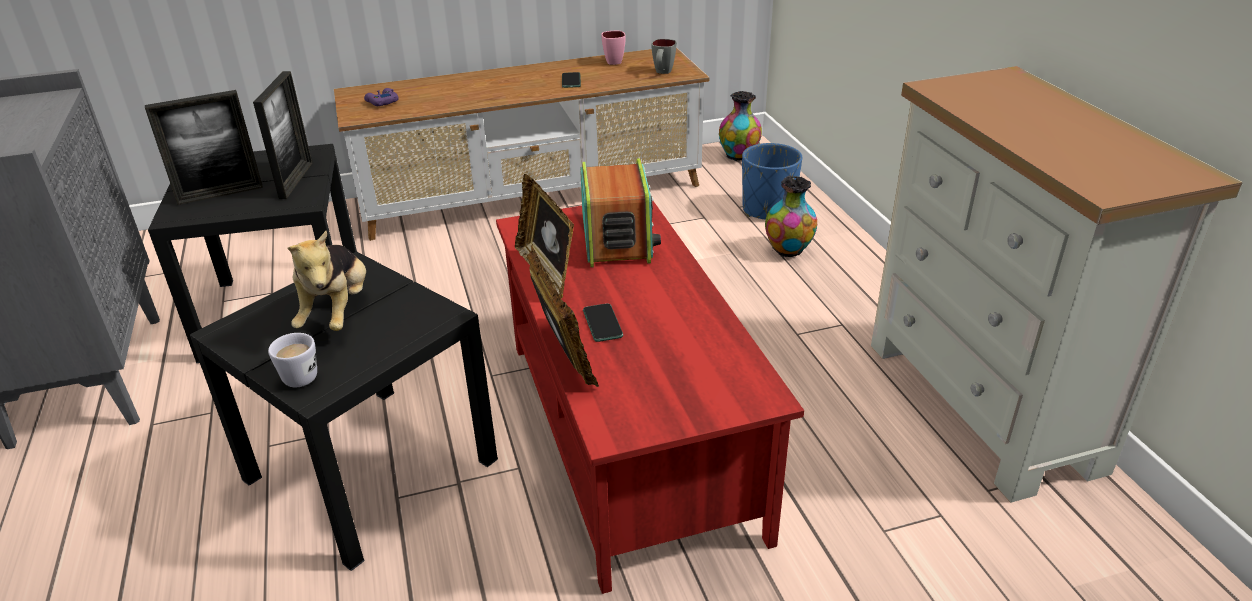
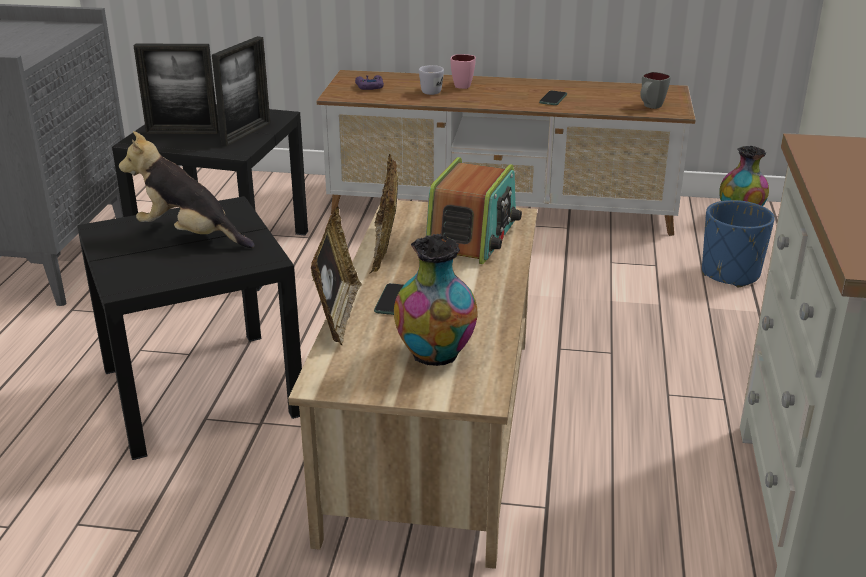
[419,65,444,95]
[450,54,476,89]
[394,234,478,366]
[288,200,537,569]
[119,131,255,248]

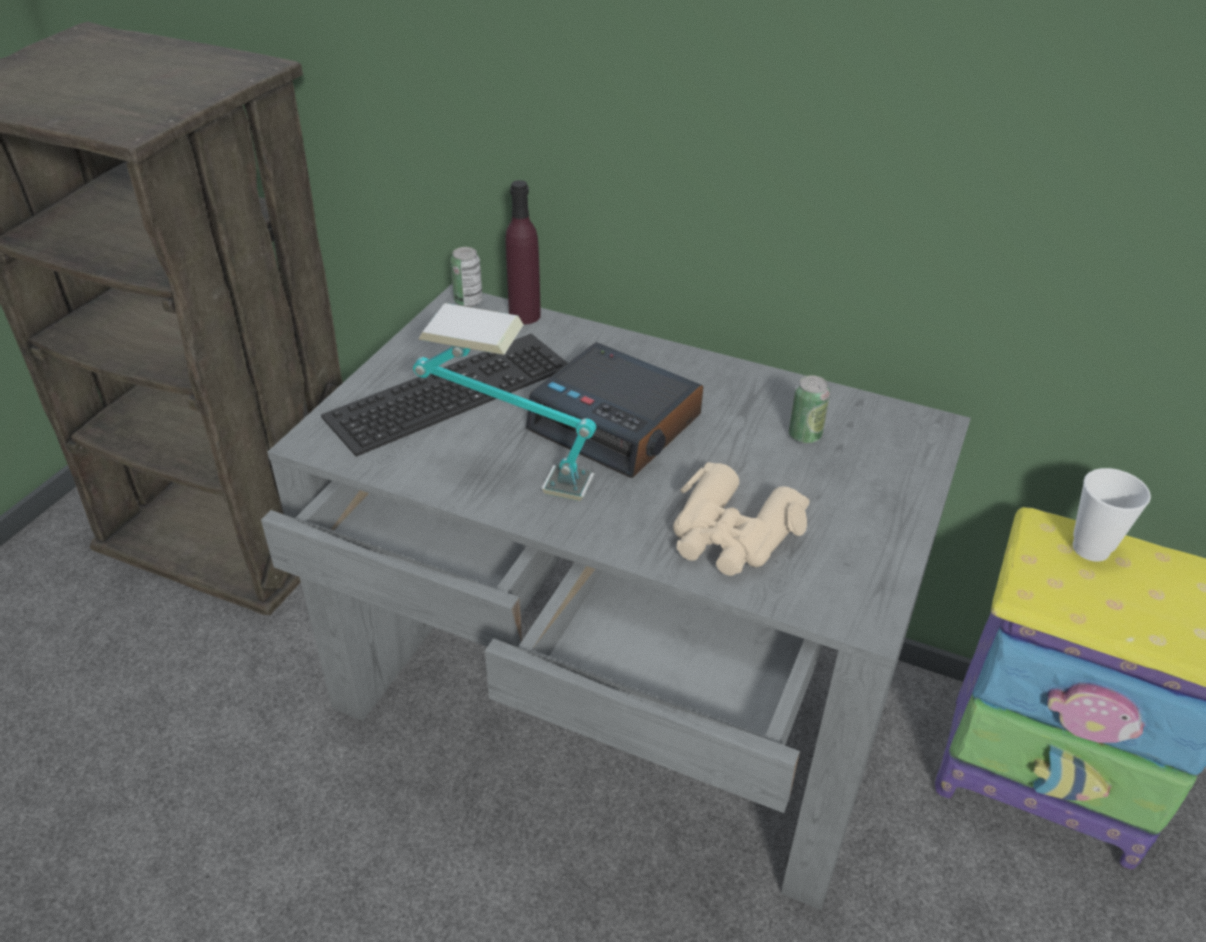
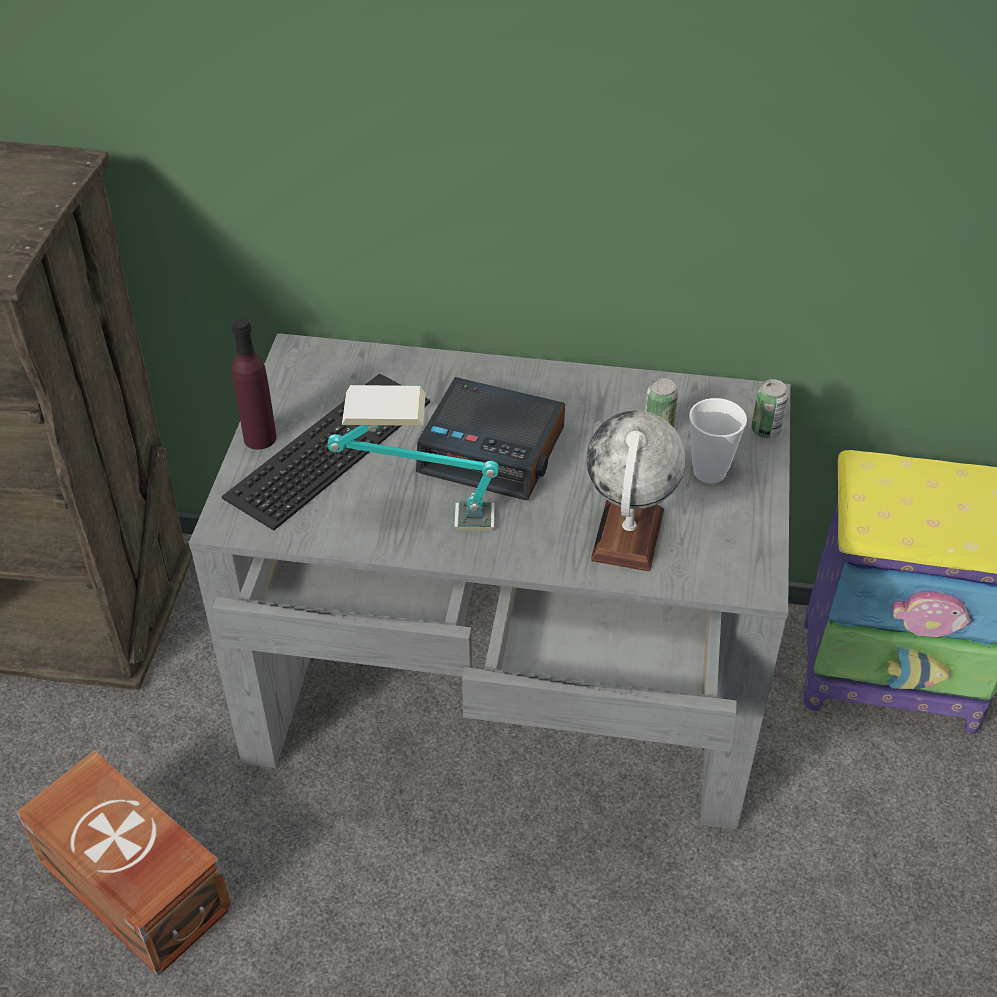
[17,750,232,976]
[751,379,788,438]
[232,318,276,450]
[689,398,747,483]
[586,410,686,571]

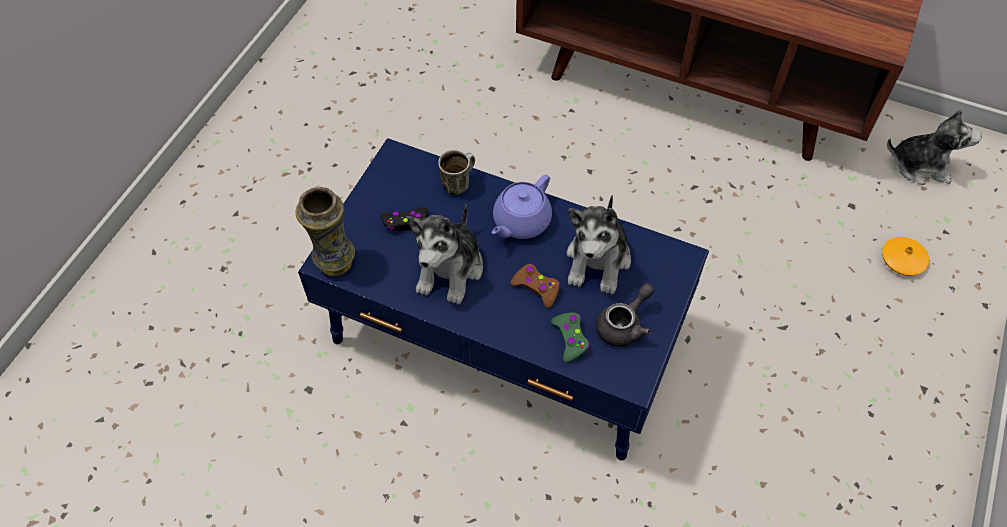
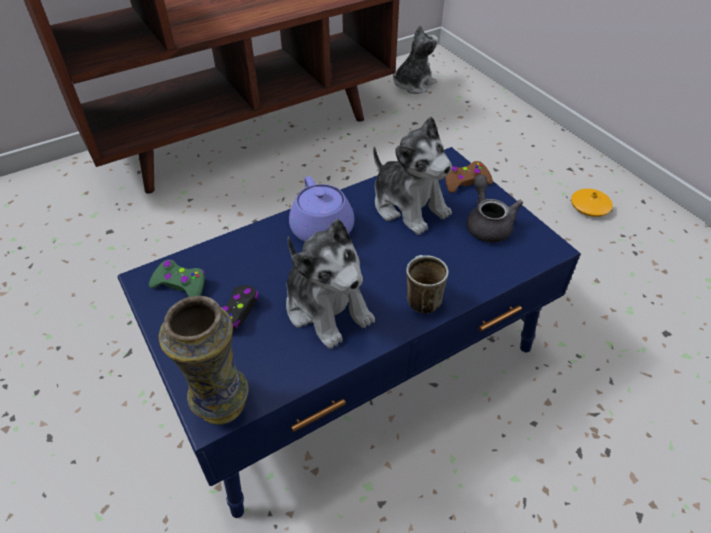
[406,255,449,314]
[445,161,493,193]
[149,259,205,297]
[571,188,613,217]

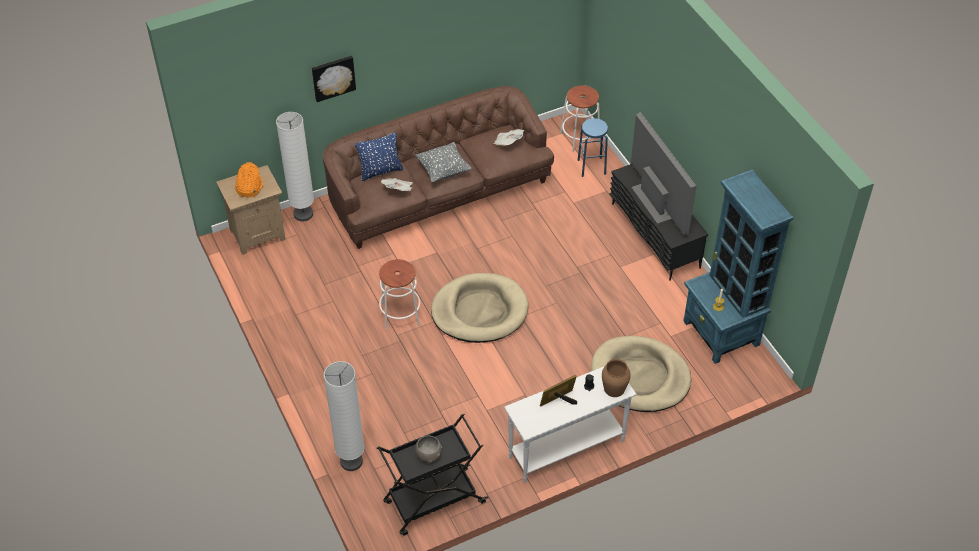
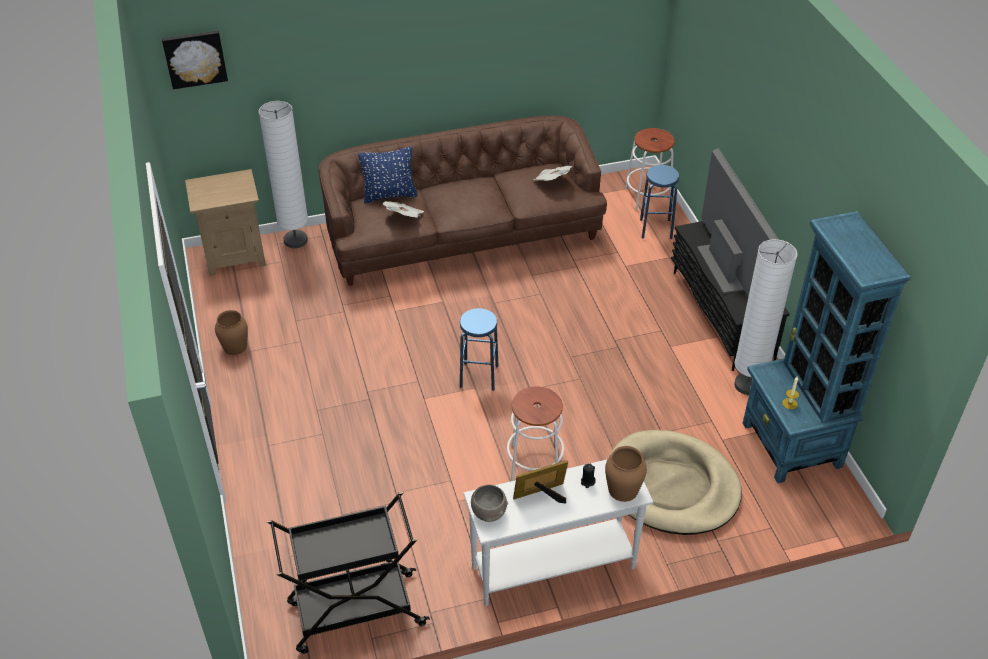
[235,162,263,197] (first image)
[415,142,472,182] (first image)
[215,310,248,355]
[162,31,228,89]
[734,239,797,395]
[507,387,564,481]
[471,485,508,522]
[460,308,499,391]

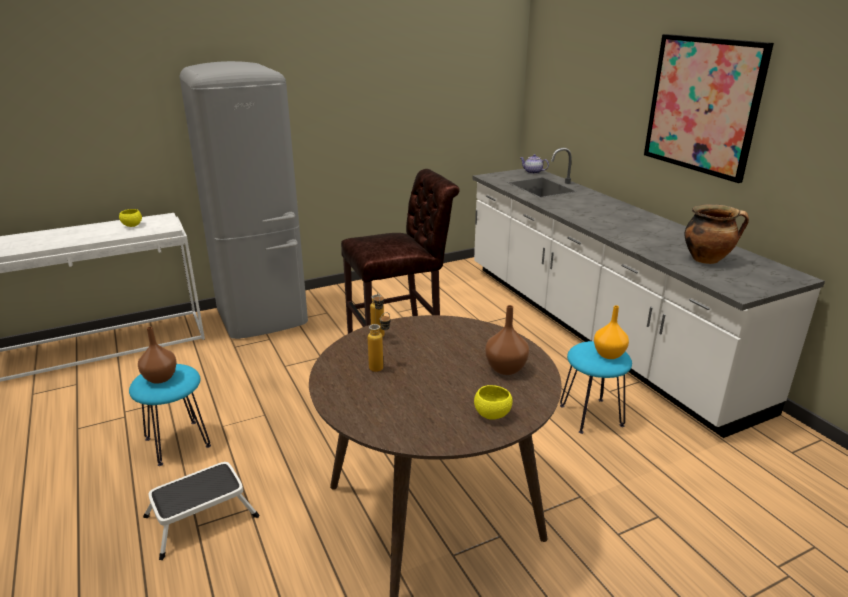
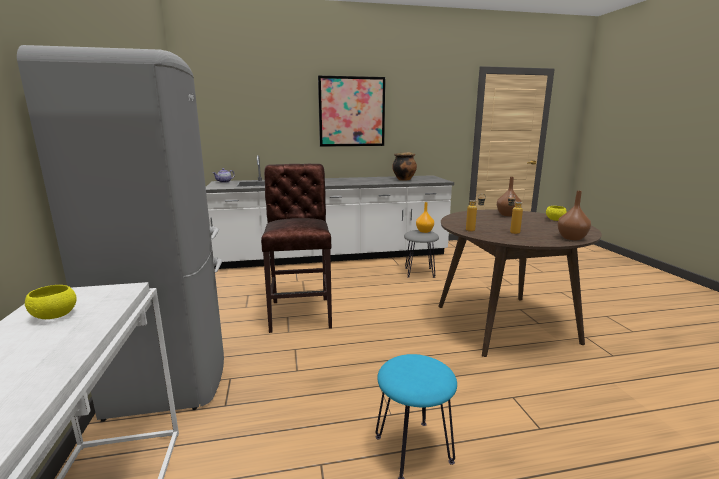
[143,462,260,560] (first image)
[557,191,591,240]
[404,230,439,278]

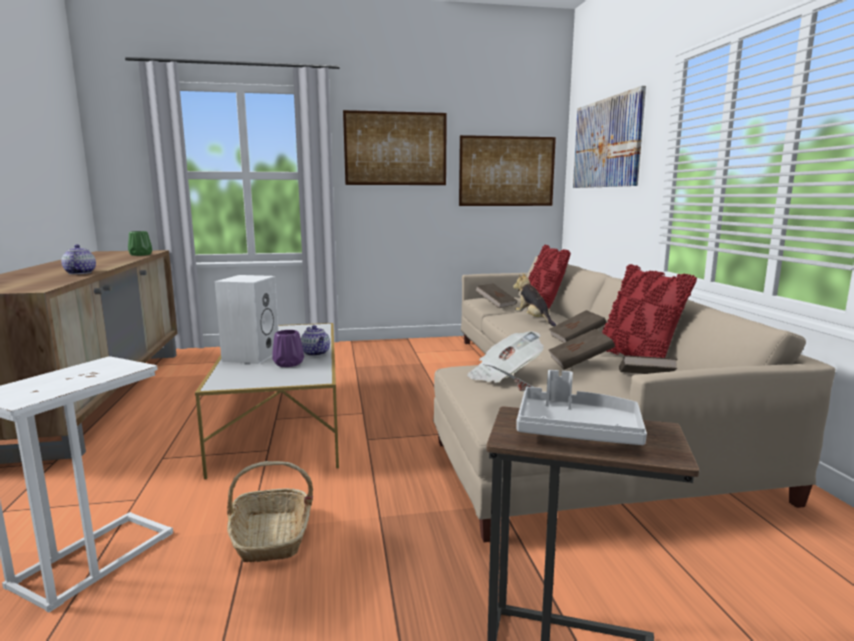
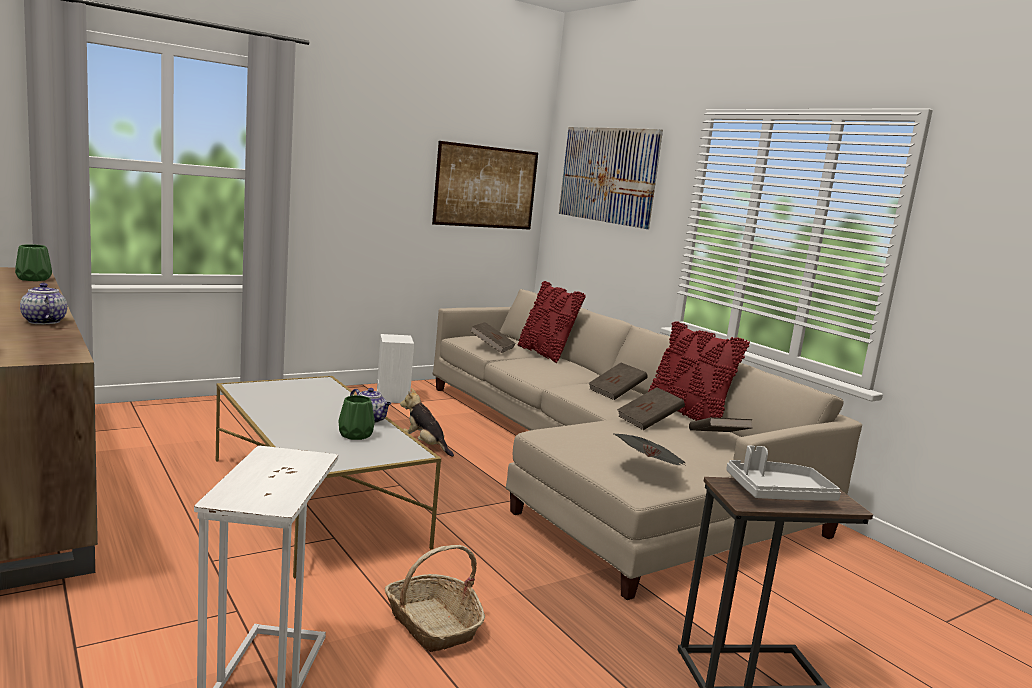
[343,110,447,185] (first image)
[467,331,544,383] (first image)
[377,334,414,403]
[400,388,454,457]
[338,395,375,440]

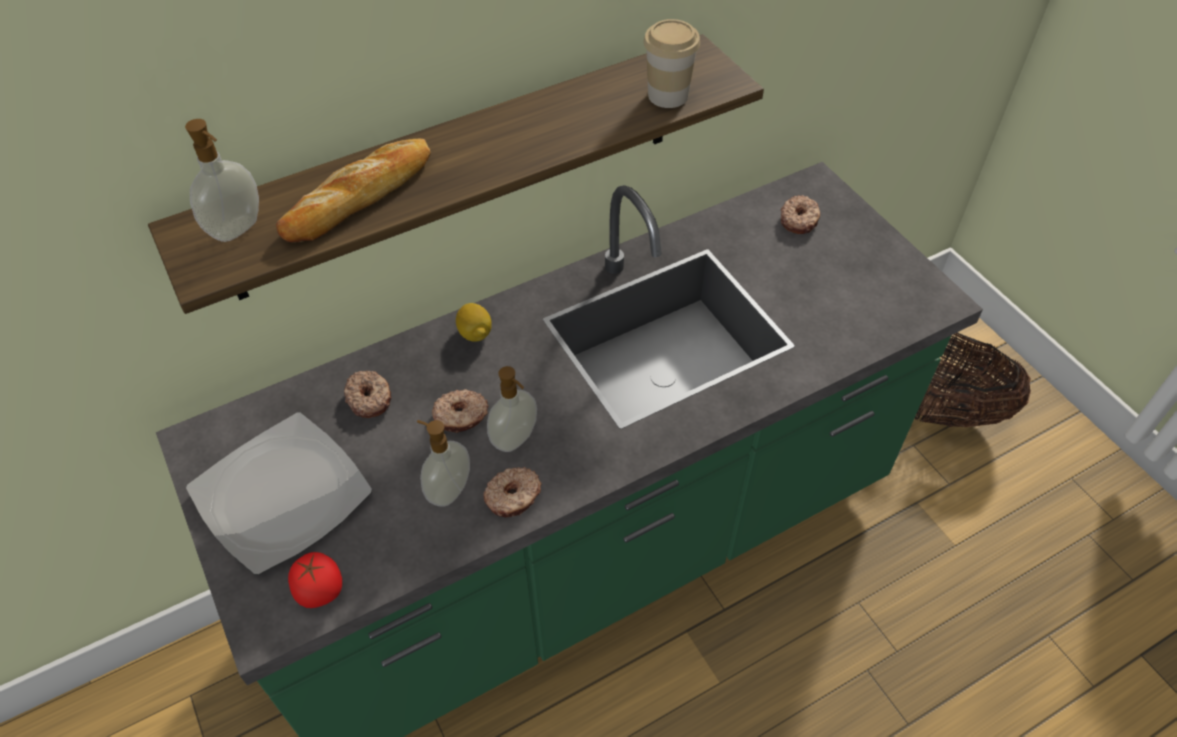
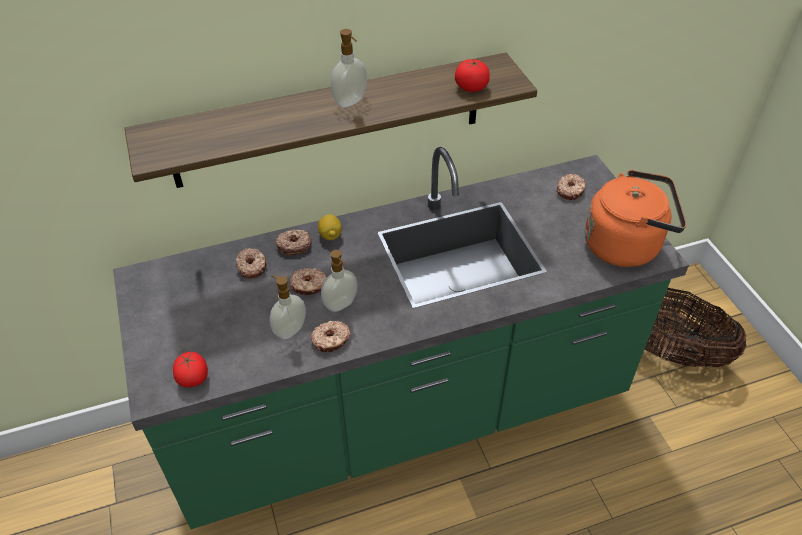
[186,413,372,575] (first image)
[276,139,431,242] (first image)
[275,229,311,255]
[585,170,686,267]
[331,29,367,107]
[455,59,490,92]

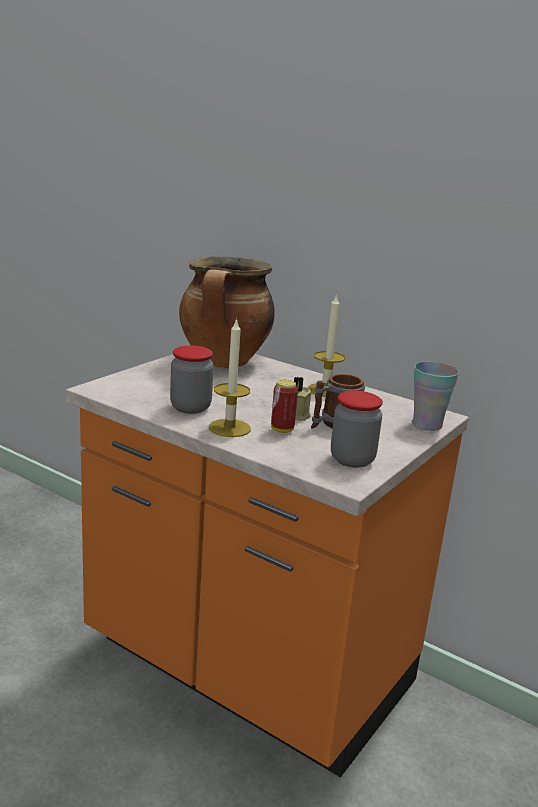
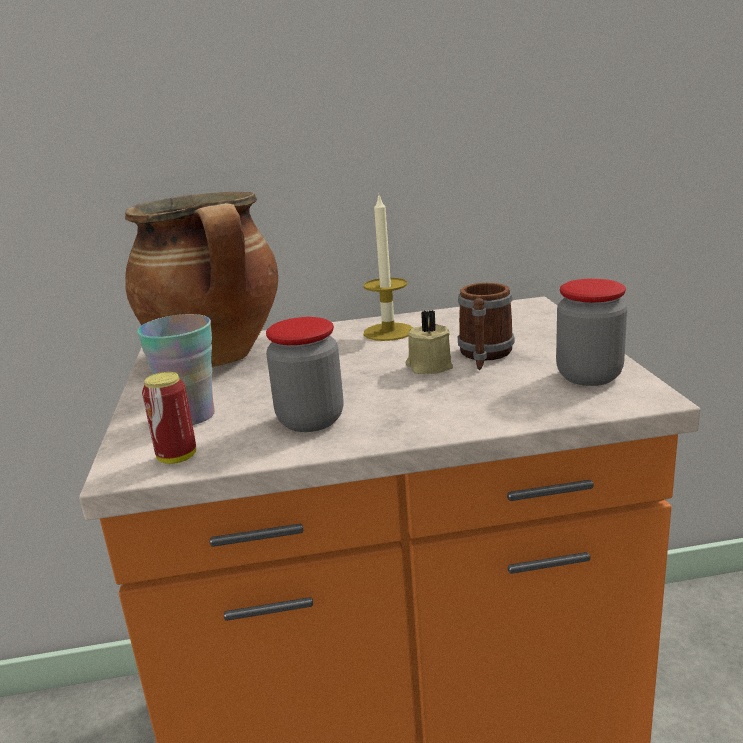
[209,318,251,437] (first image)
[142,372,196,464]
[137,314,215,425]

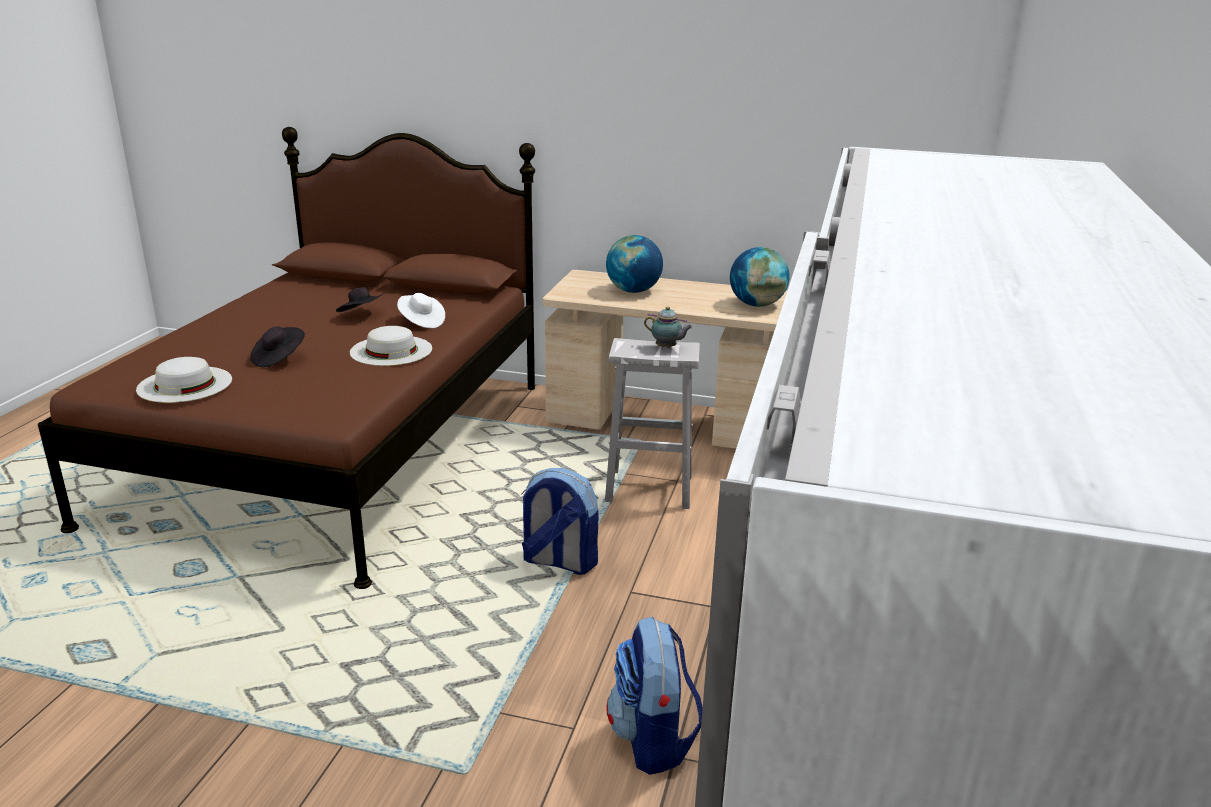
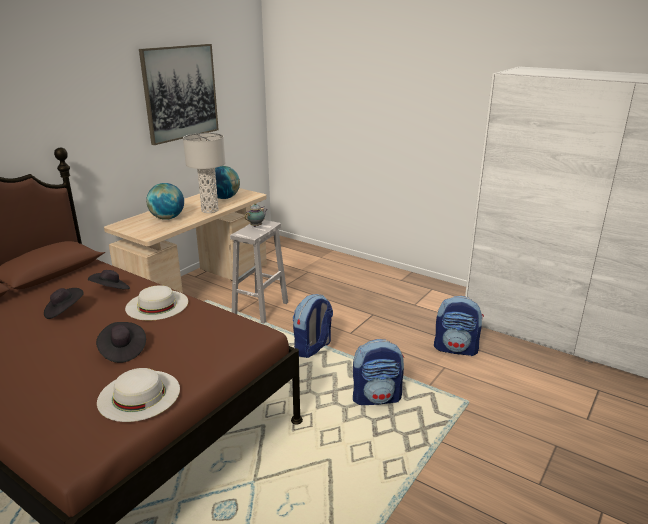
[139,44,219,145]
[183,133,225,213]
[353,339,404,405]
[88,270,130,289]

